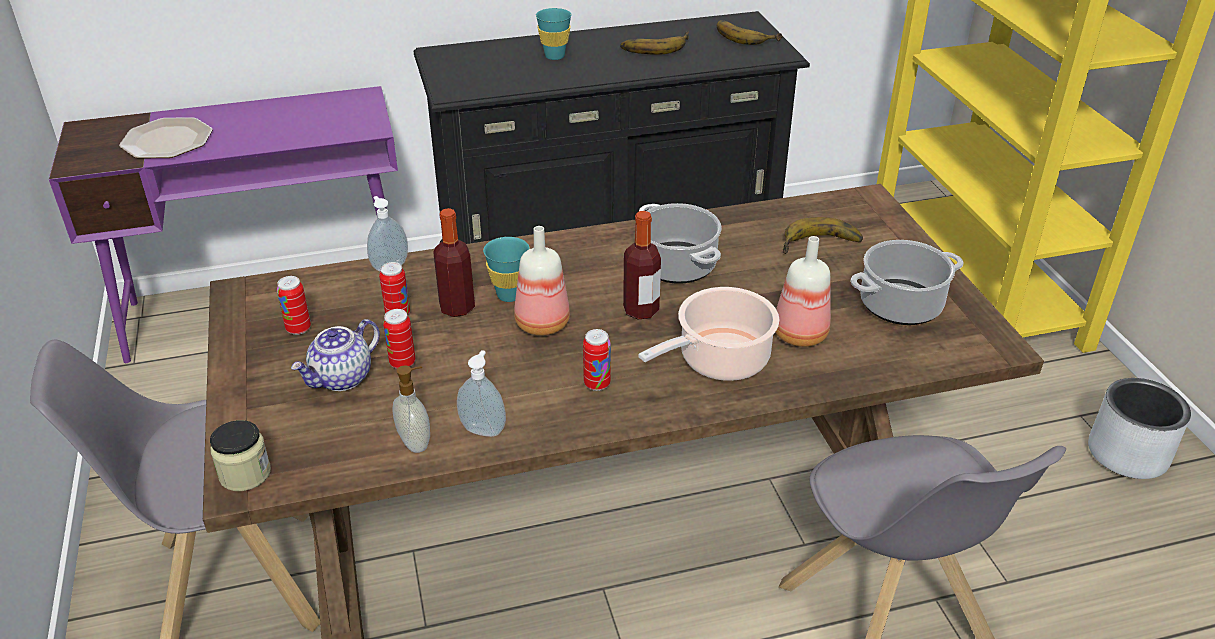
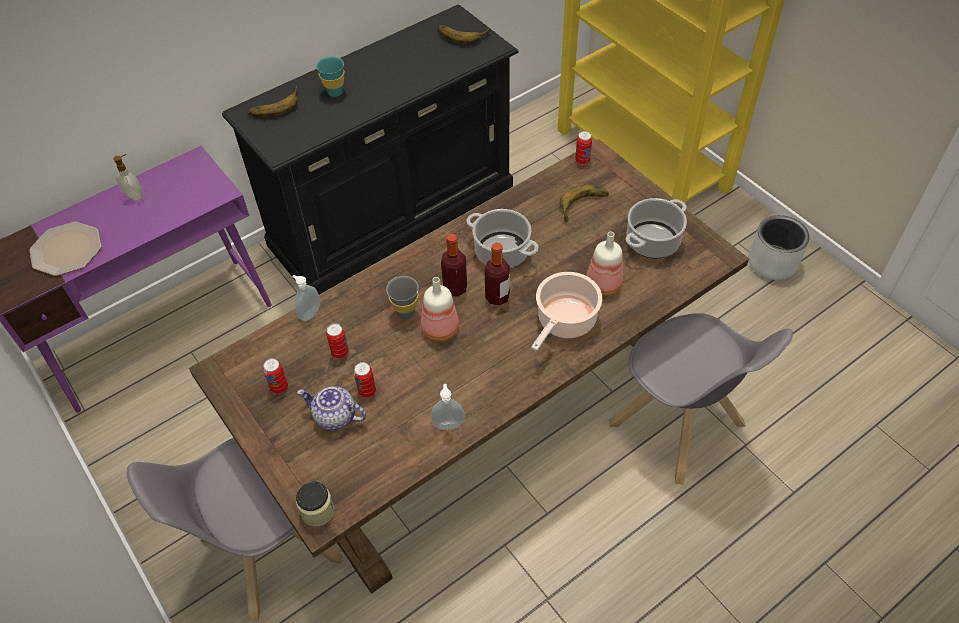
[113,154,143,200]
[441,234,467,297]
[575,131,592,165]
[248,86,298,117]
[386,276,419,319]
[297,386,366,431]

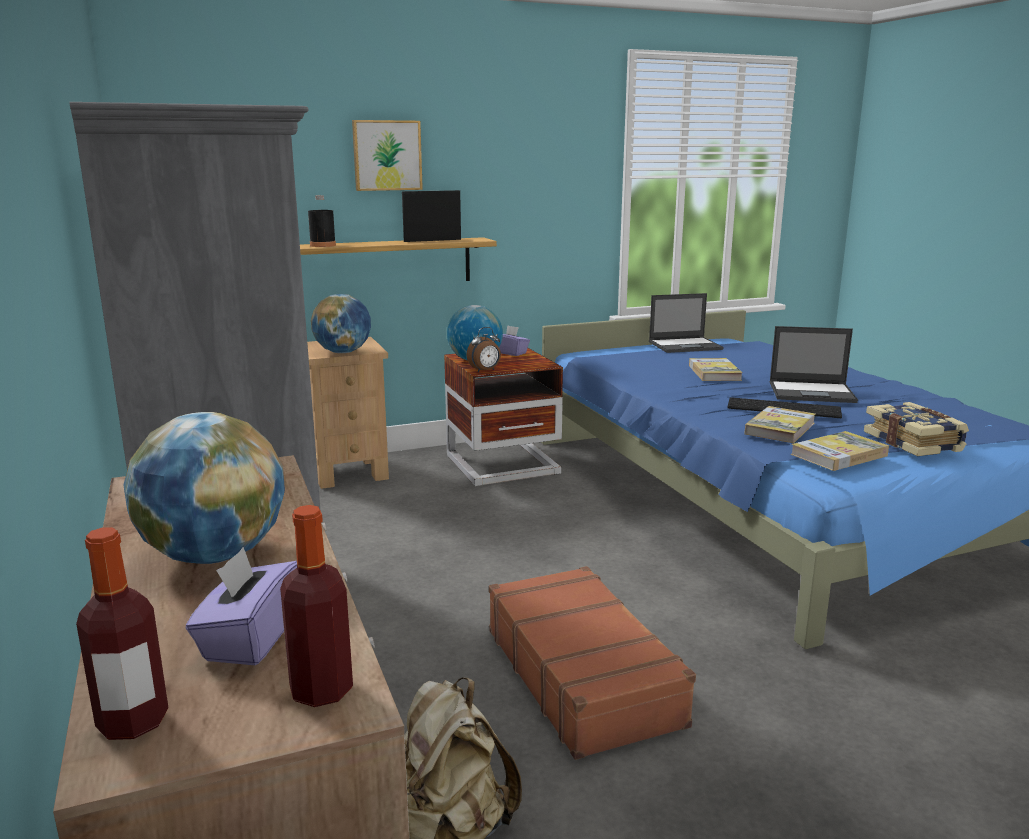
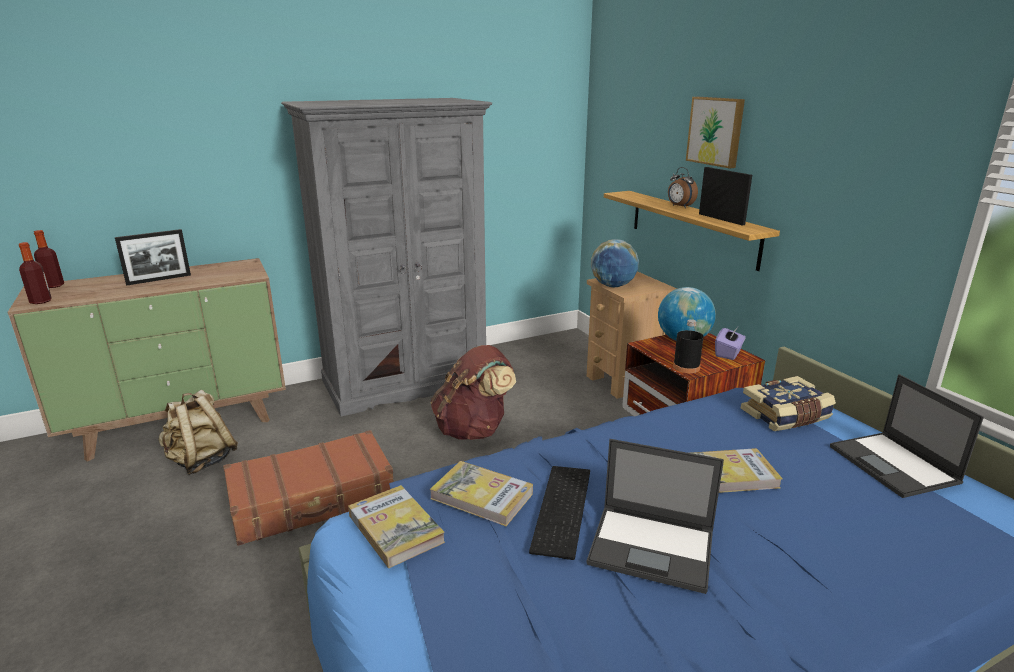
[186,547,297,665] (first image)
[431,345,516,440]
[673,319,704,373]
[668,167,698,208]
[741,376,836,431]
[115,229,191,286]
[586,439,724,594]

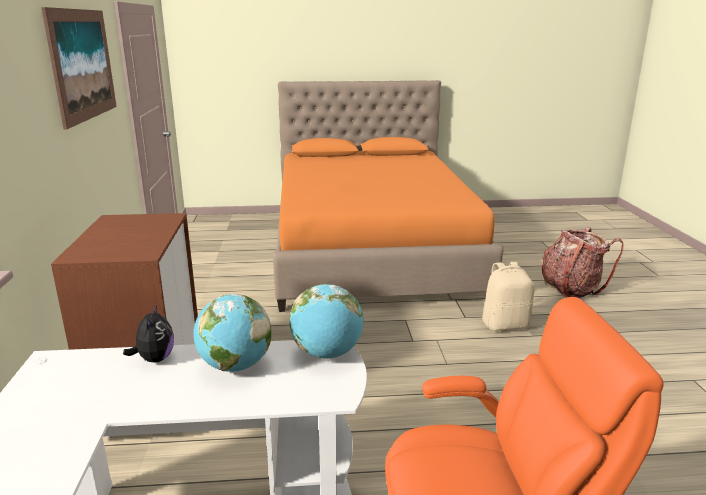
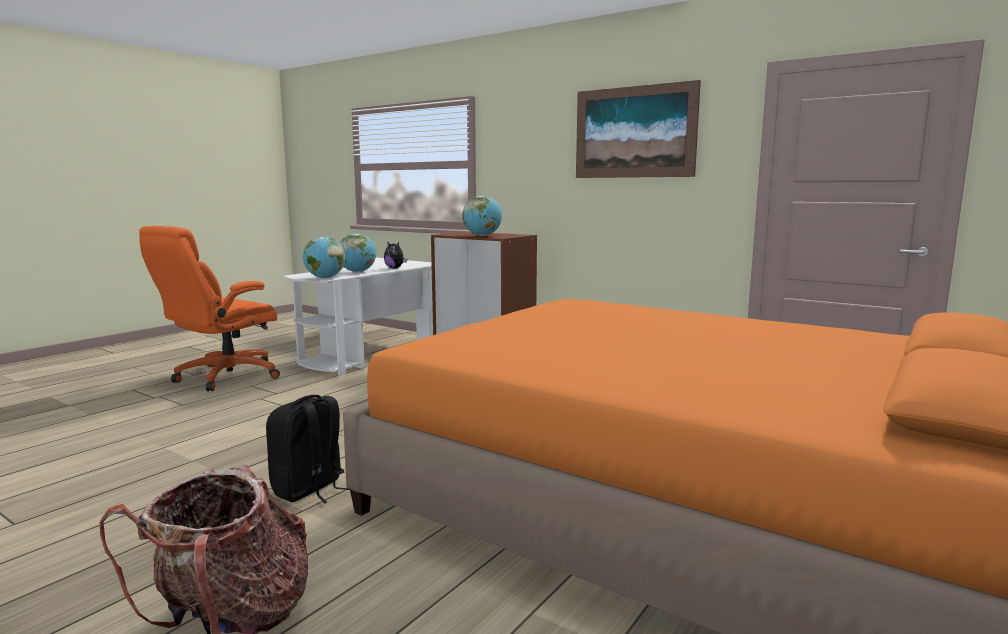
[462,196,502,236]
[266,395,350,504]

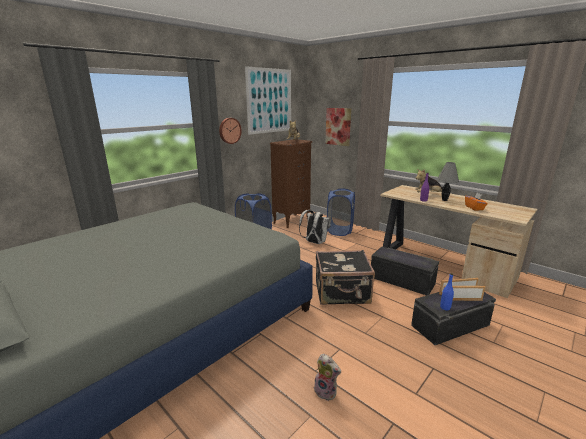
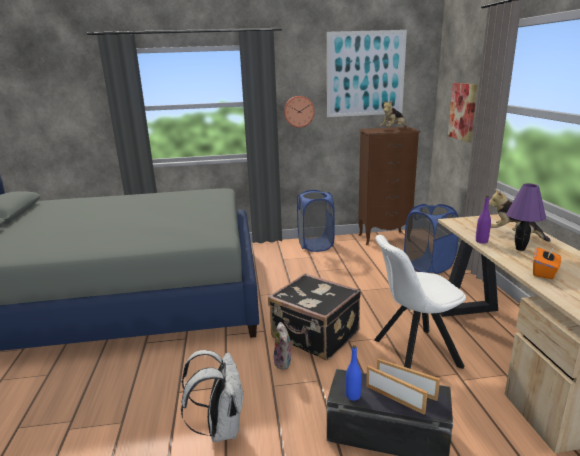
[181,350,243,442]
[274,322,293,370]
[374,235,466,369]
[506,183,546,251]

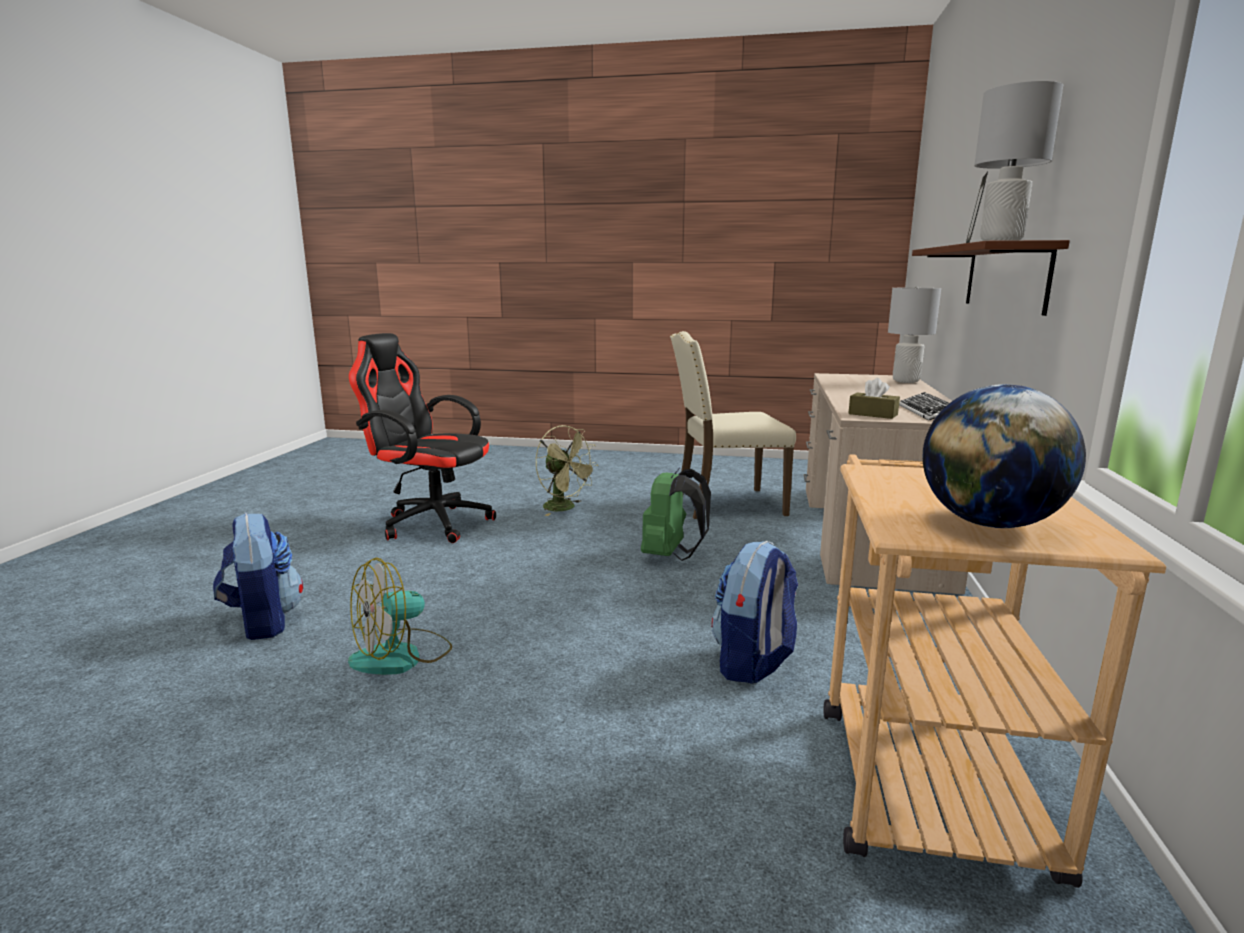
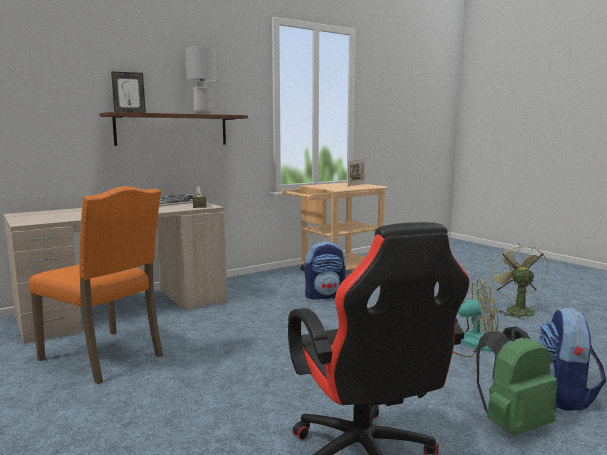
[888,287,941,383] (first image)
[489,243,548,319]
[476,326,557,436]
[348,159,365,186]
[29,186,163,385]

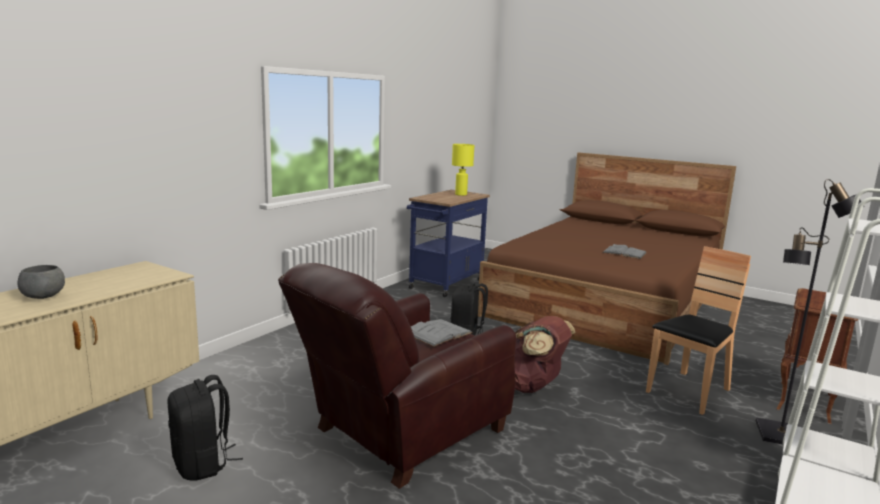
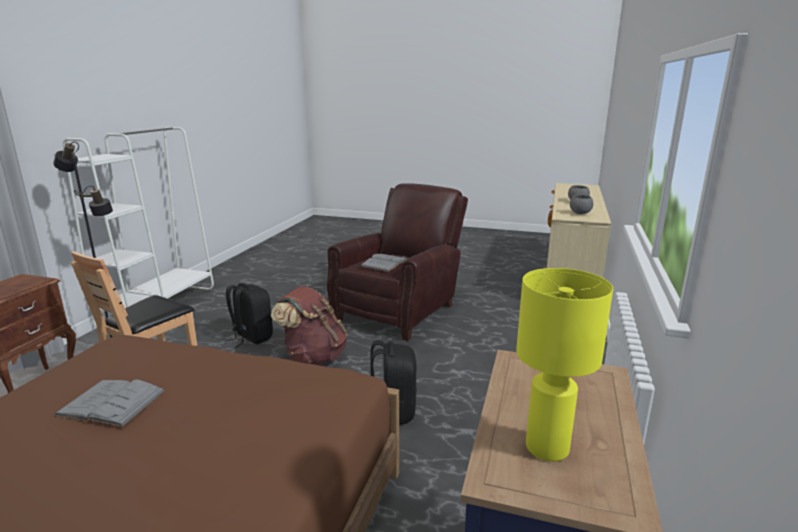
[570,195,593,214]
[226,283,273,348]

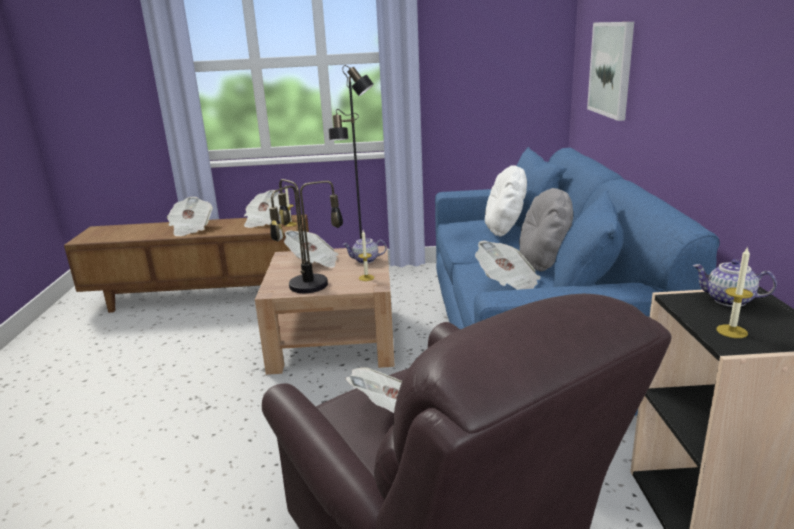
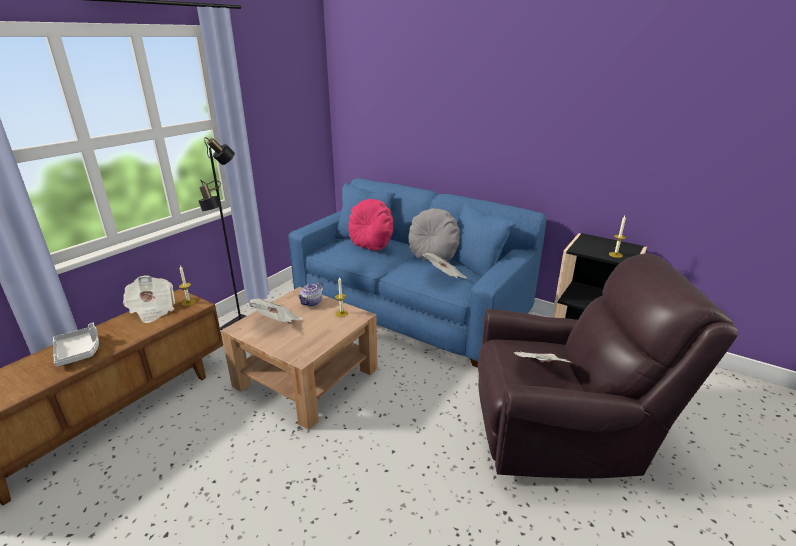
[269,179,343,293] (first image)
[587,22,634,121] (first image)
[693,259,777,307] (first image)
[53,323,99,367]
[348,199,393,251]

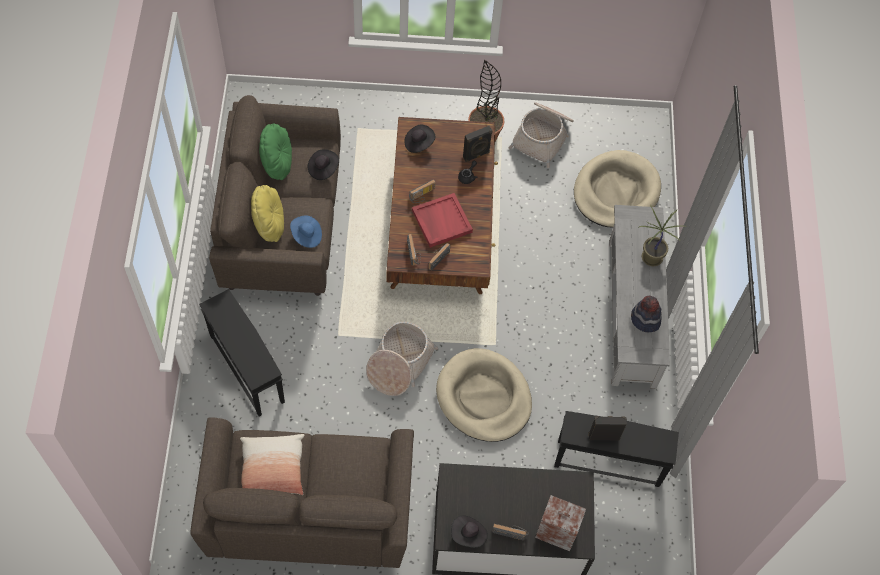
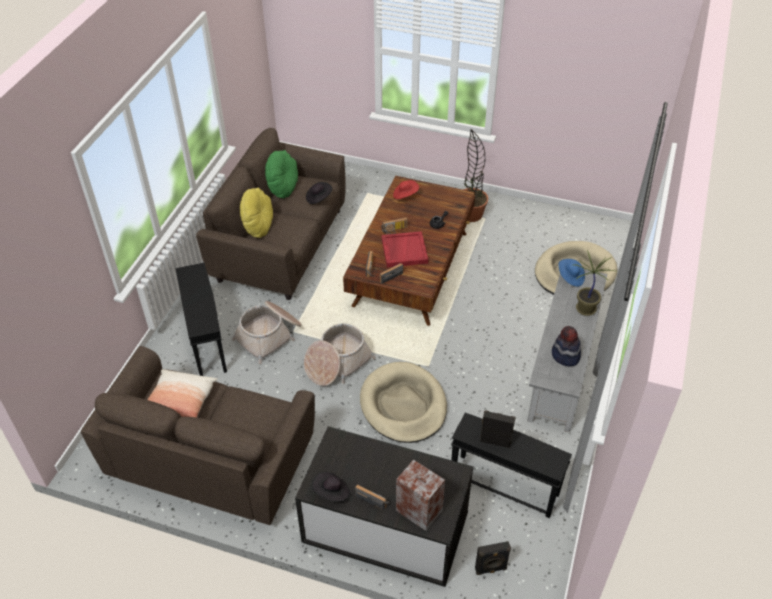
[559,259,585,287]
[475,541,511,575]
[232,301,302,364]
[393,180,419,199]

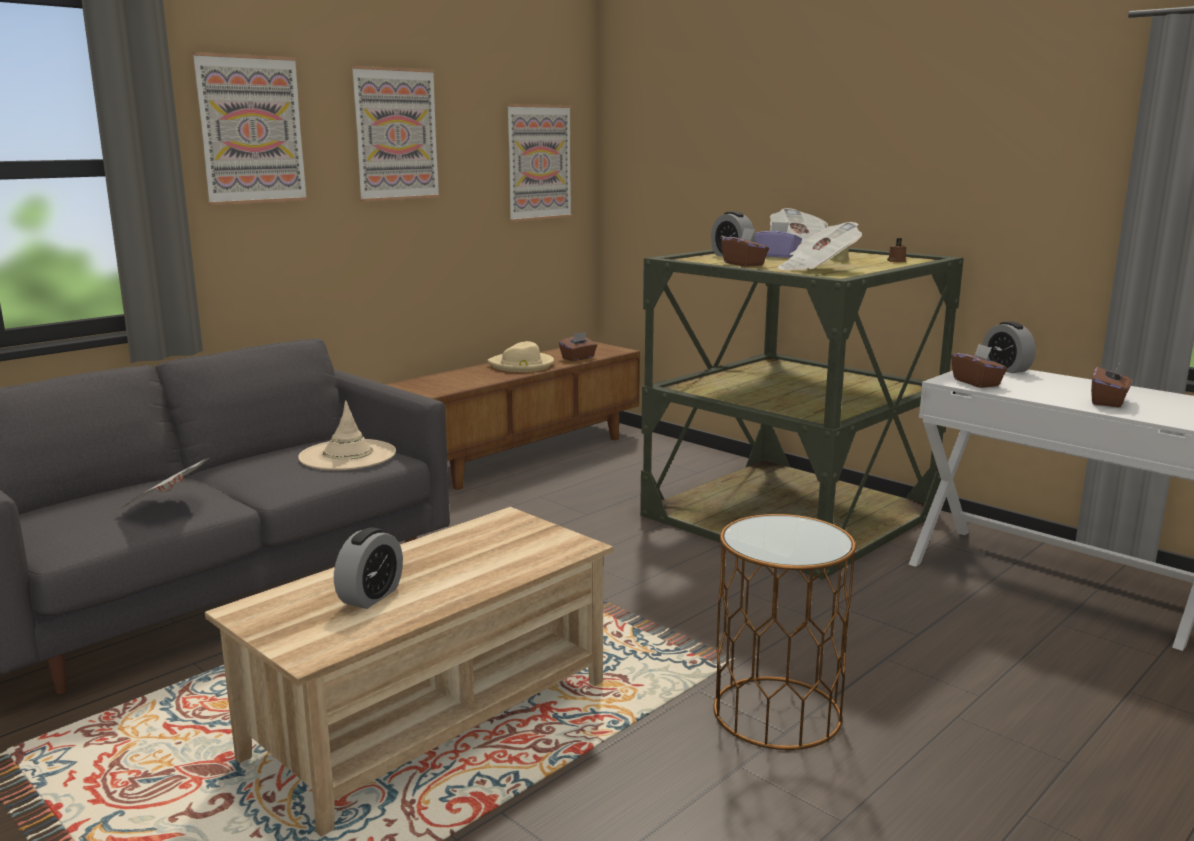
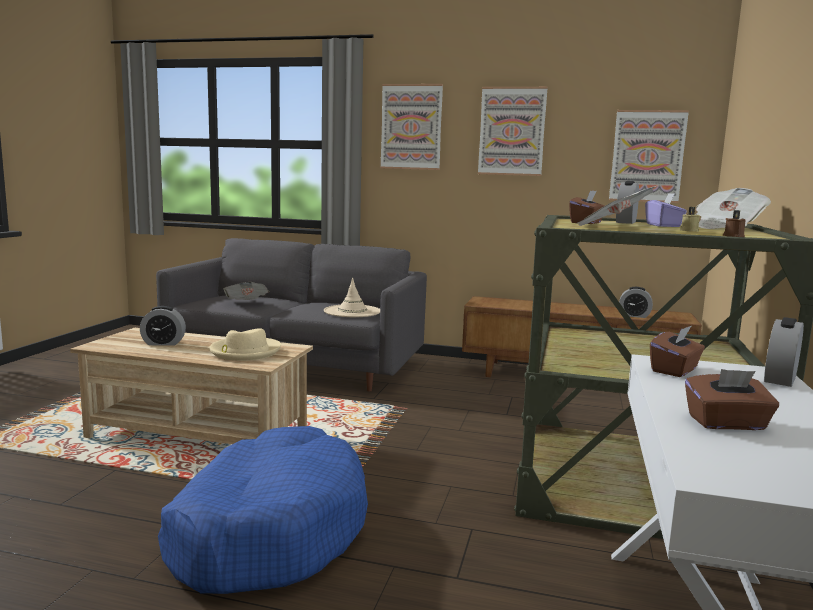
[209,329,281,361]
[619,287,653,318]
[158,426,368,594]

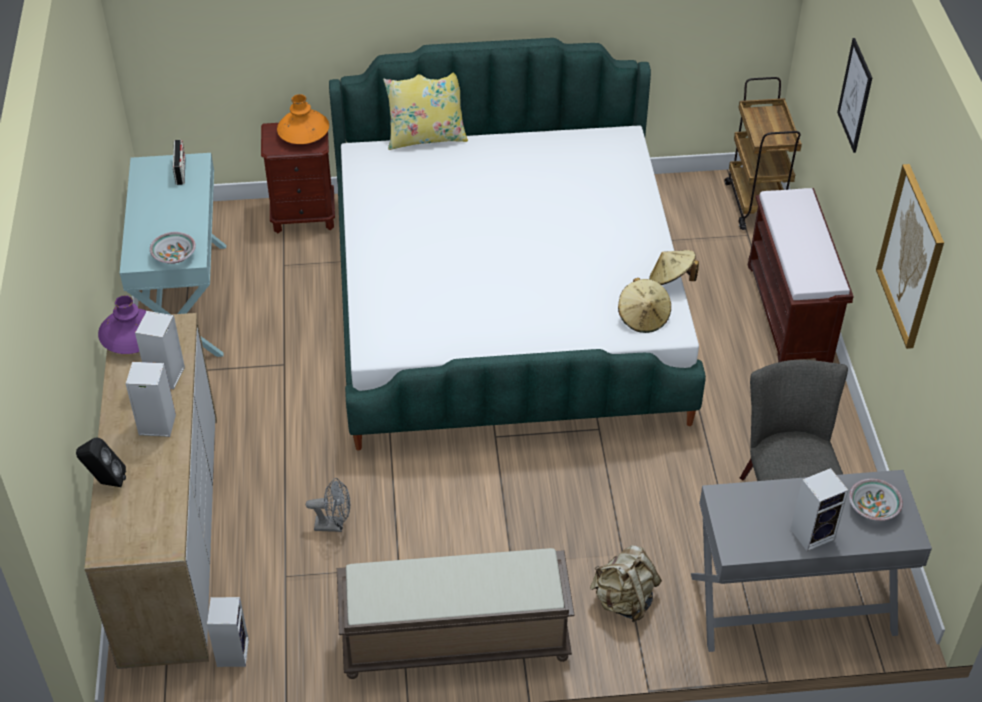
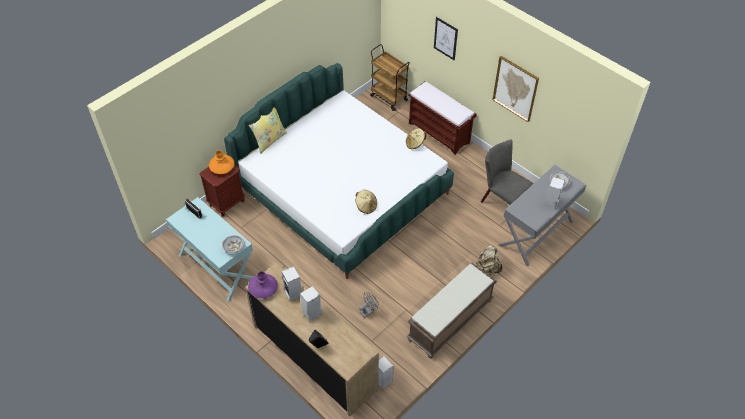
[356,190,377,214]

